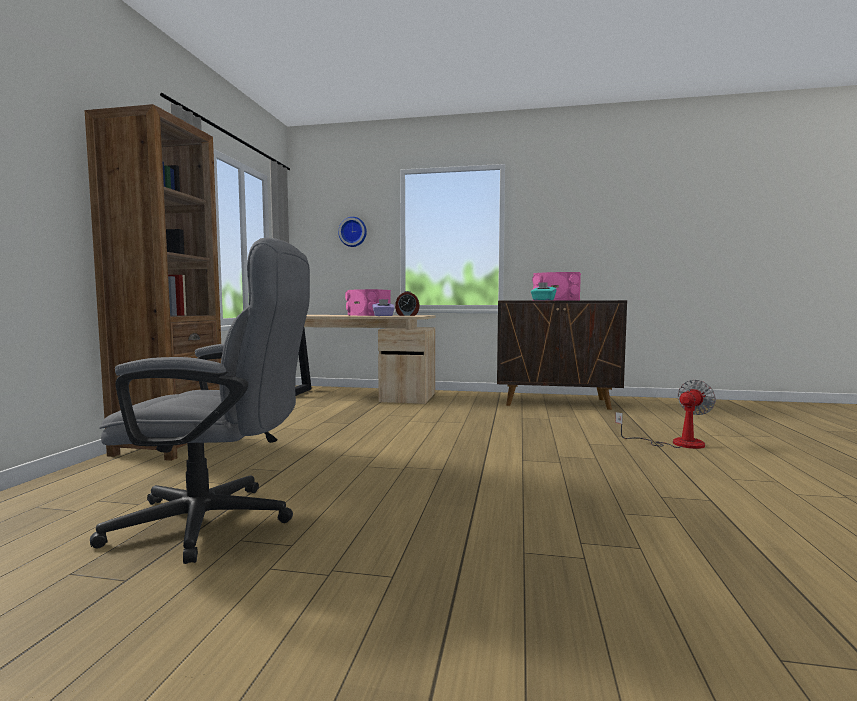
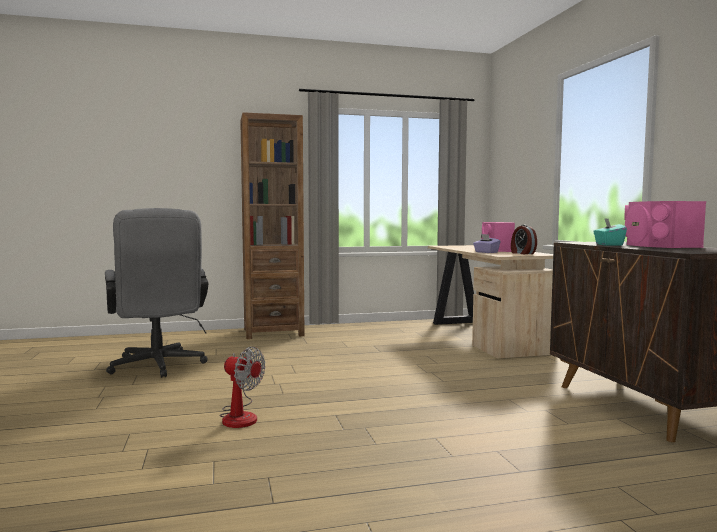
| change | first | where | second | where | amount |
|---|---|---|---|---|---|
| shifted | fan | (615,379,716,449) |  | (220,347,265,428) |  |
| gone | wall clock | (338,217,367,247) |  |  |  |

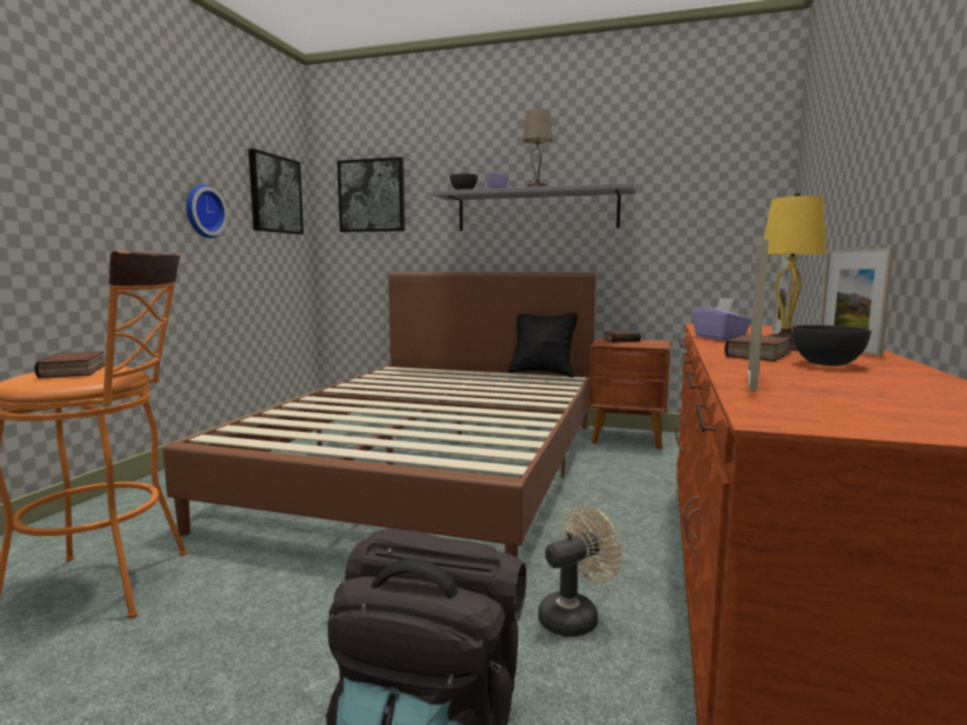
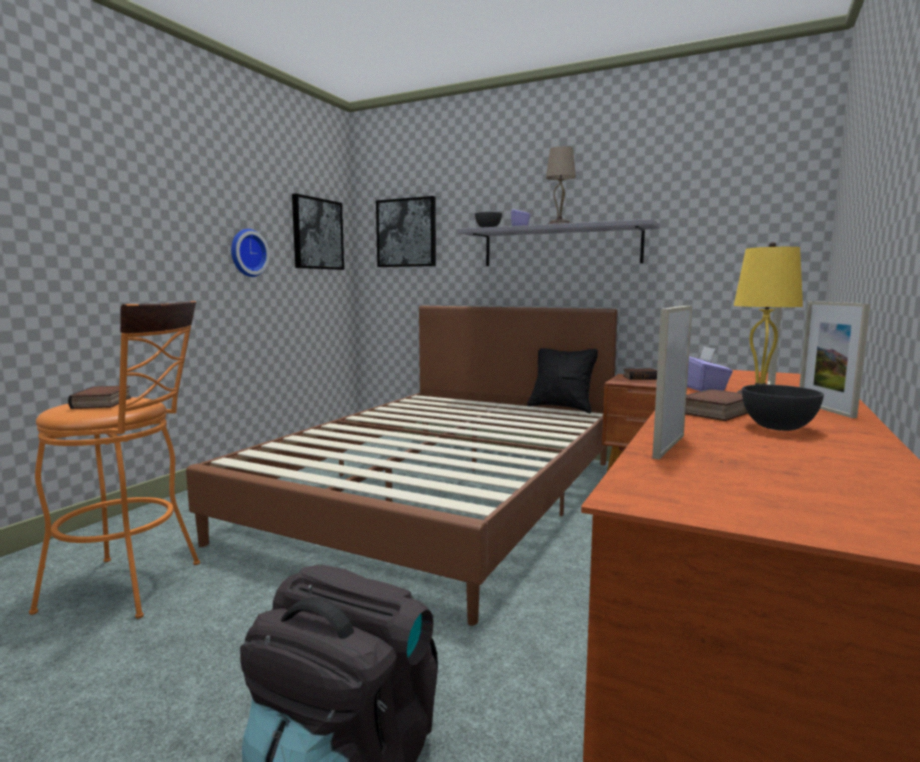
| change | first | where | second | where | amount |
|---|---|---|---|---|---|
| gone | beige fan | (538,506,622,637) |  |  |  |

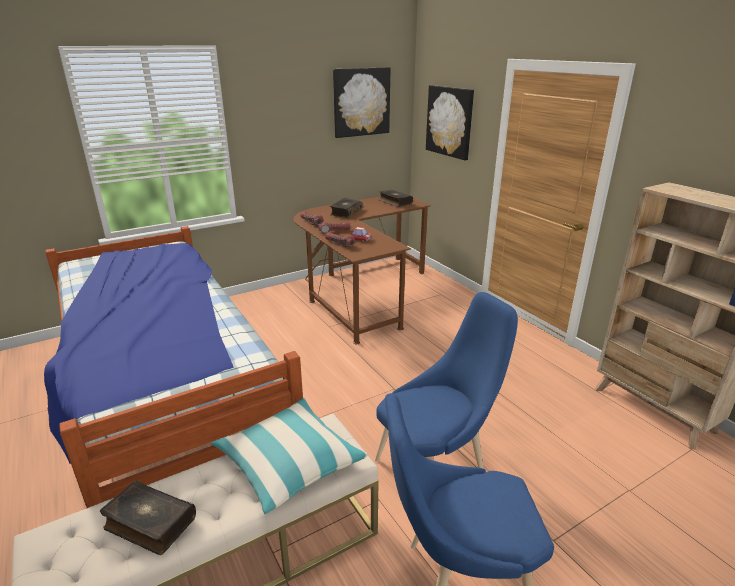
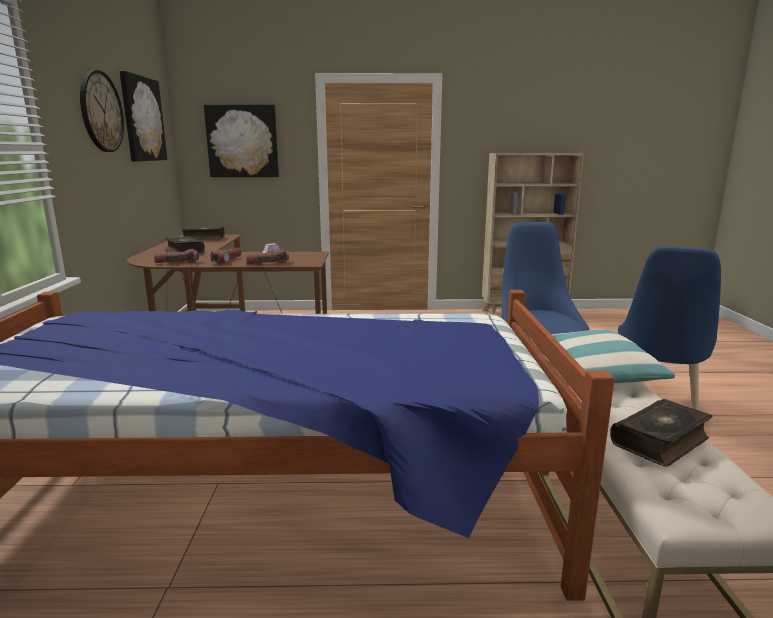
| change | first | where | second | where | amount |
|---|---|---|---|---|---|
| new |  |  | wall clock | (80,70,124,152) |  |

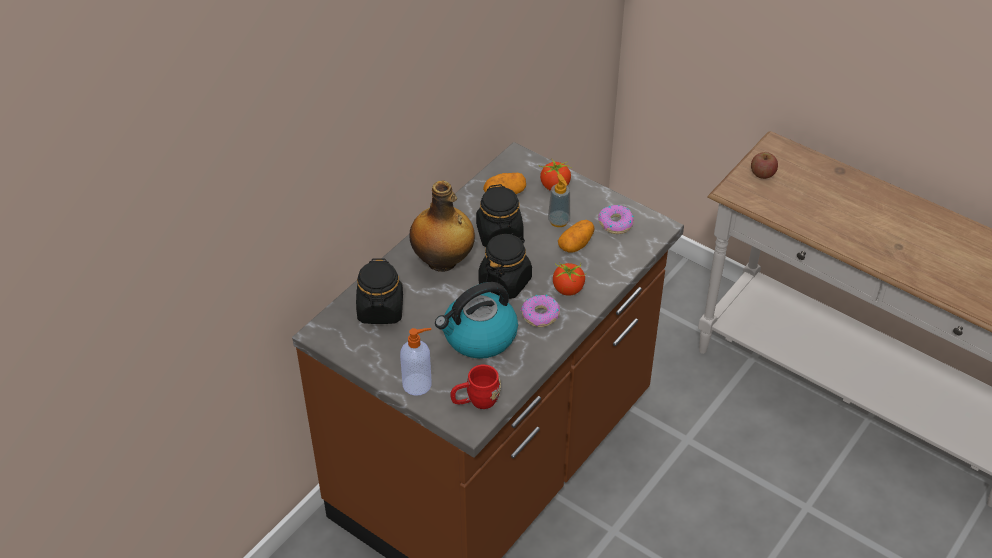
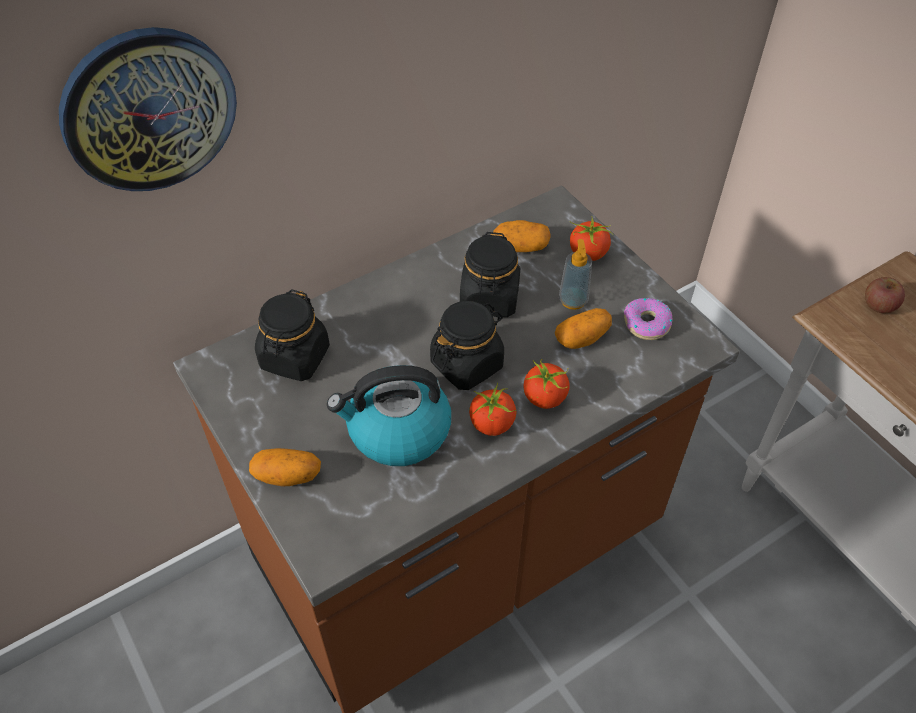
| change | first | where | second | where | amount |
|---|---|---|---|---|---|
| new |  |  | wall clock | (59,27,237,191) |  |
| swapped | soap dispenser | (400,328,432,396) | potato | (249,448,321,487) |  |
| swapped | donut | (521,294,560,327) | tomato | (469,383,516,436) |  |
| gone | bottle | (409,180,475,272) |  |  |  |
| gone | red mug | (450,365,501,409) |  |  |  |

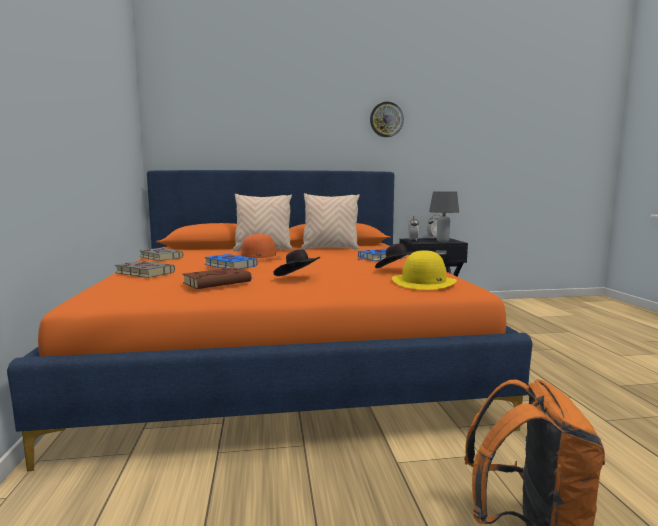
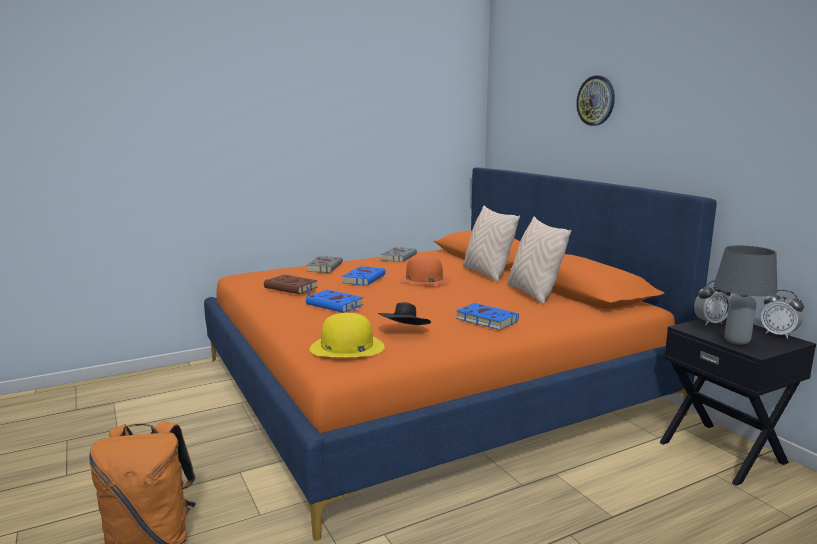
| change | first | where | second | where | amount |
|---|---|---|---|---|---|
| swapped | black hat | (273,249,320,276) | blue book | (306,290,363,313) |  |
| shifted | wall clock | (370,102,404,137) |  | (576,75,615,126) |  |

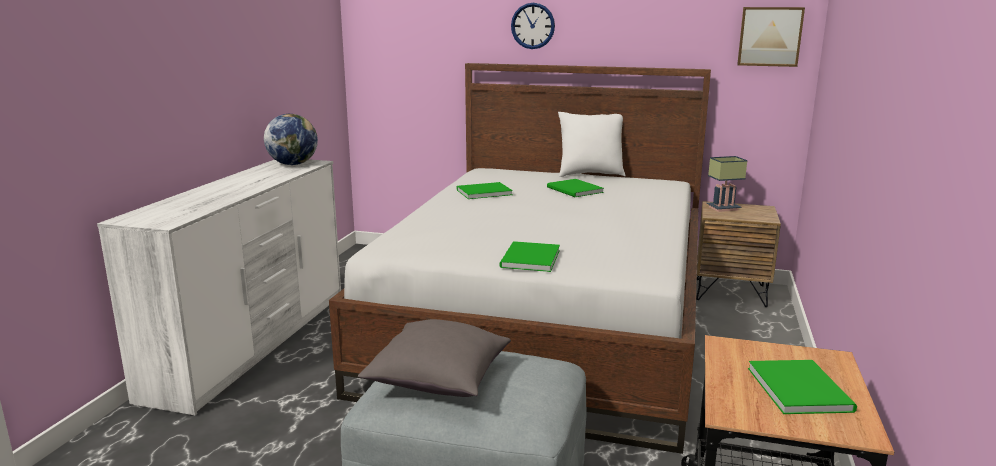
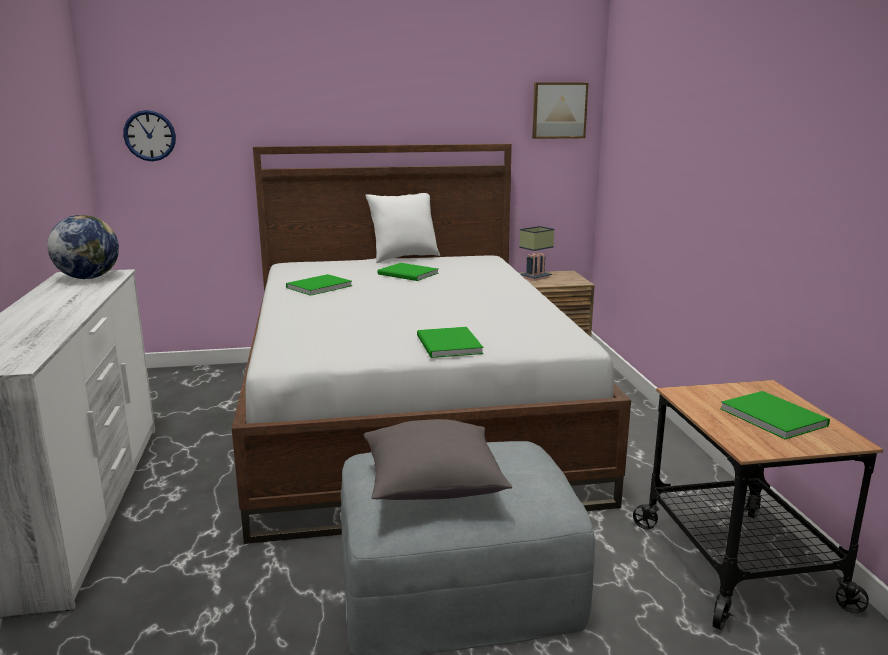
| change | first | where | second | where | amount |
|---|---|---|---|---|---|
| shifted | wall clock | (511,3,555,49) |  | (123,110,176,161) |  |

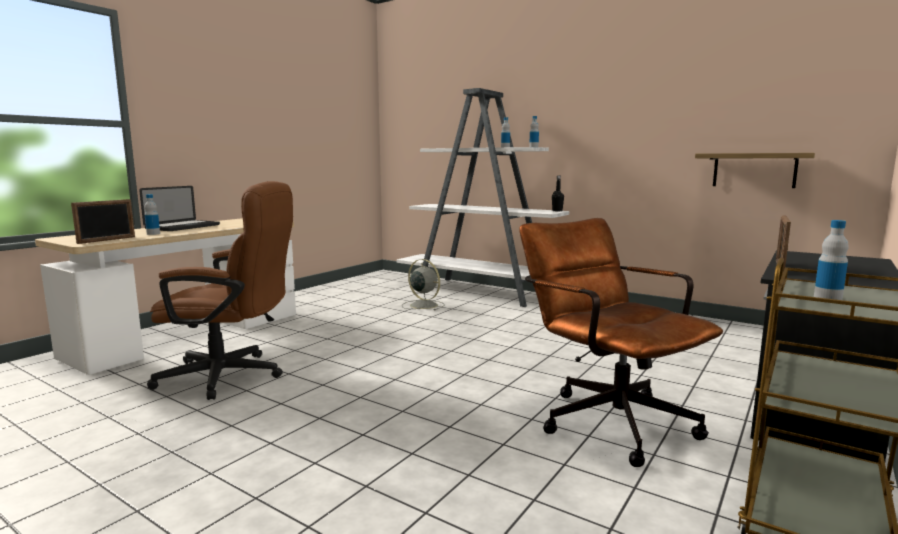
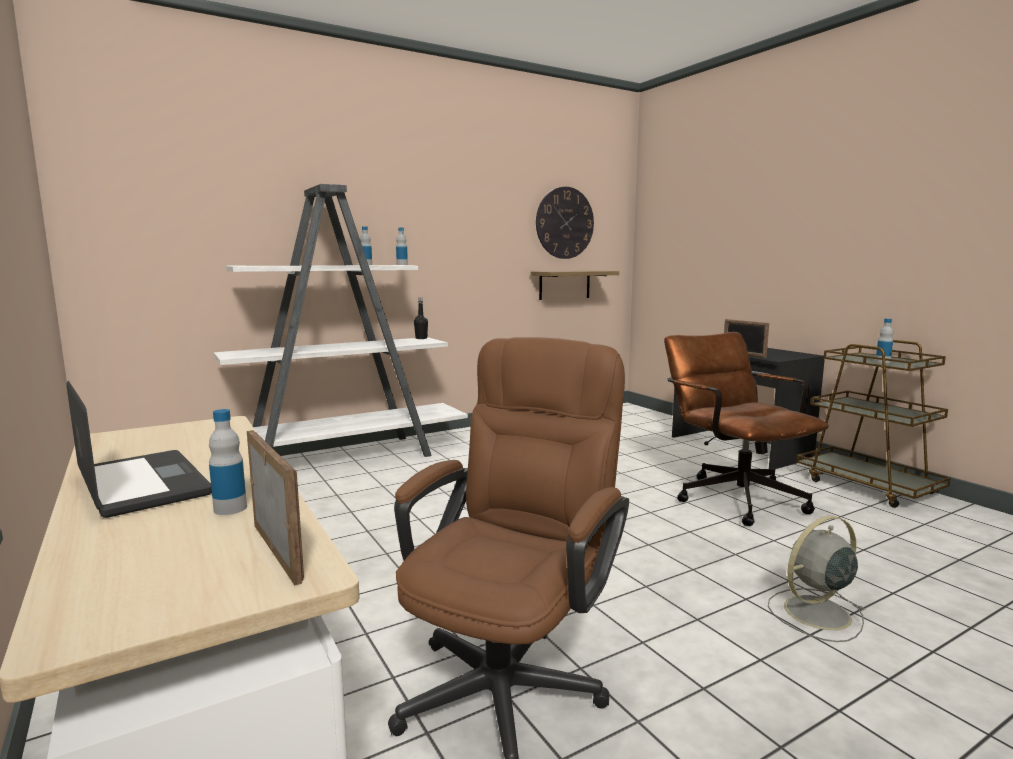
| change | first | where | second | where | amount |
|---|---|---|---|---|---|
| new |  |  | wall clock | (536,187,594,259) |  |
| rotated | brown office chair | (519,218,723,467) |  | (664,332,829,526) | 75 degrees clockwise |
| shifted | grey fan | (402,259,445,311) |  | (768,516,866,642) |  |

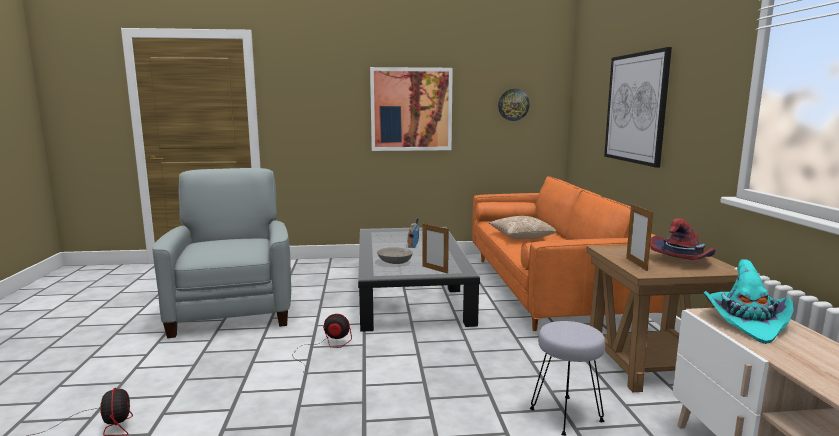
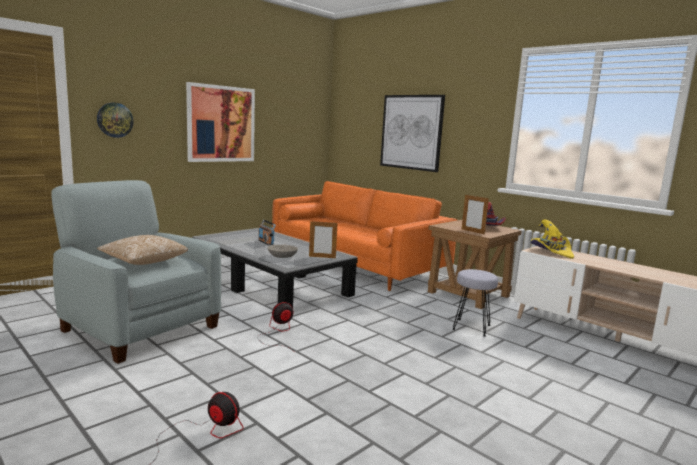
| change | first | where | second | where | amount |
|---|---|---|---|---|---|
| shifted | wall clock | (498,89,530,121) |  | (97,103,134,138) |  |
| shifted | pillow | (489,216,557,239) |  | (97,235,188,265) |  |
| repainted | turquoise hat | (703,259,794,344) | yellow hat | (530,220,574,259) |  |

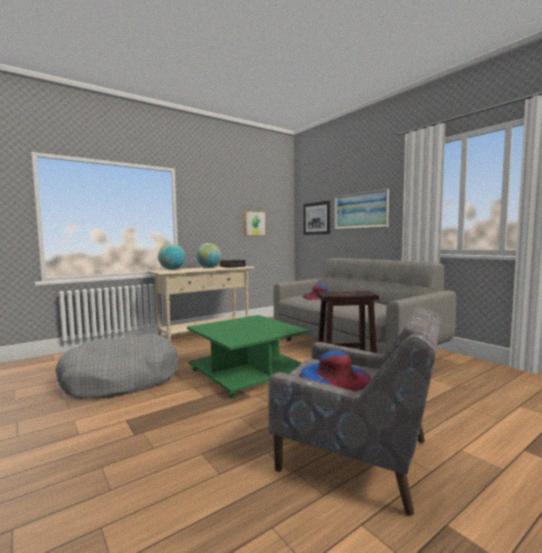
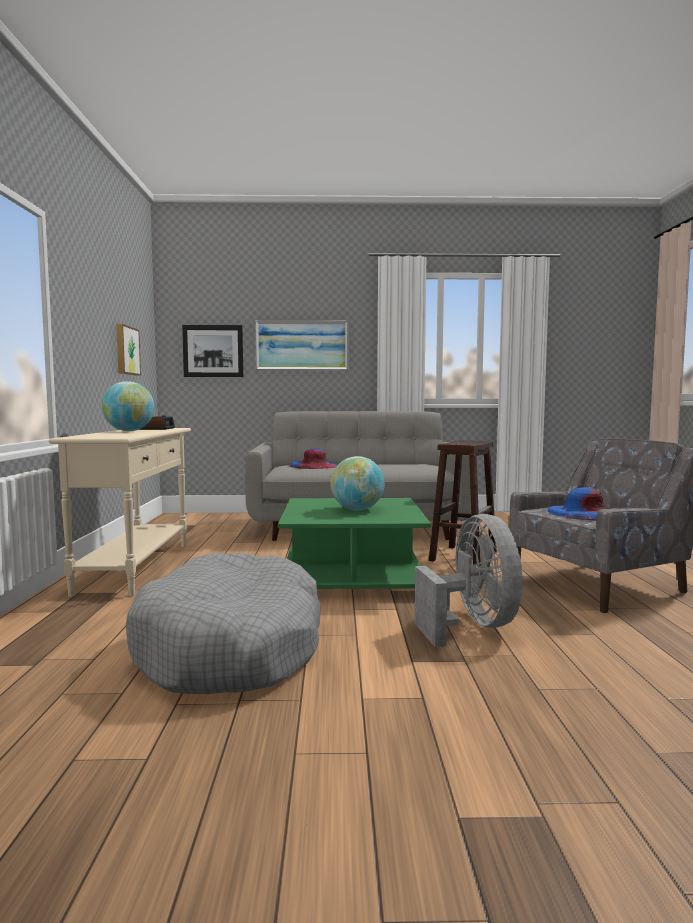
| change | first | where | second | where | amount |
|---|---|---|---|---|---|
| shifted | globe | (158,243,185,270) |  | (330,456,385,510) |  |
| new |  |  | grey fan | (415,514,523,647) |  |

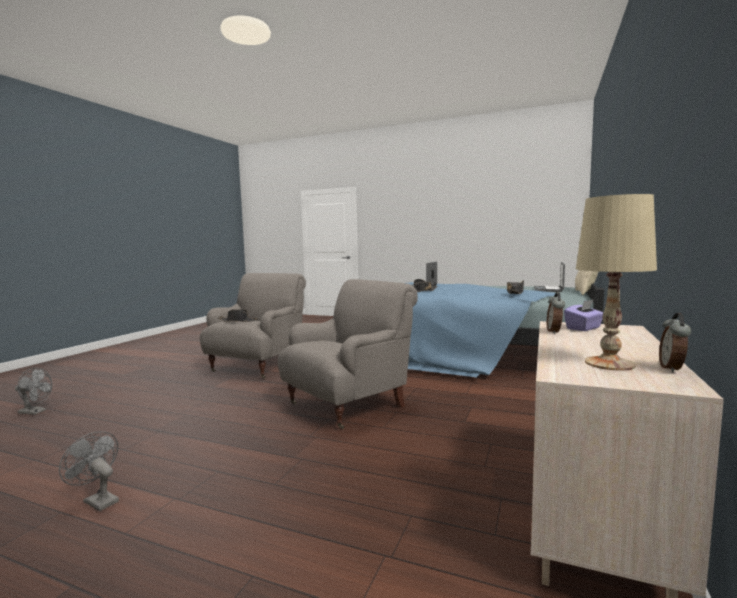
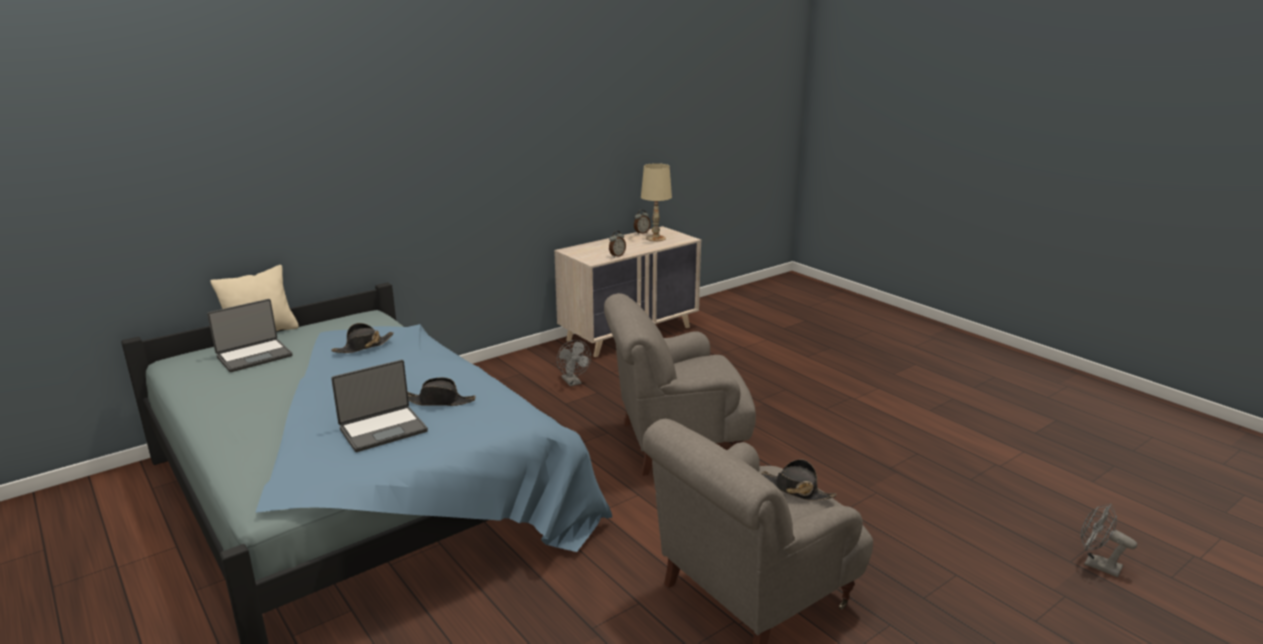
| change | first | where | second | where | amount |
|---|---|---|---|---|---|
| shifted | grey fan | (59,431,119,511) |  | (557,340,591,386) |  |
| gone | purple tissue box | (564,300,604,331) |  |  |  |

